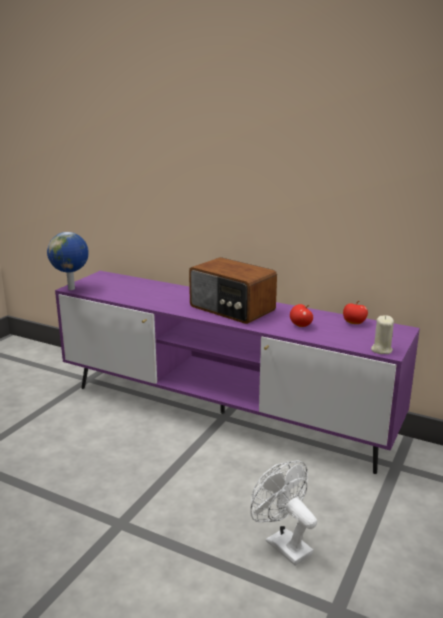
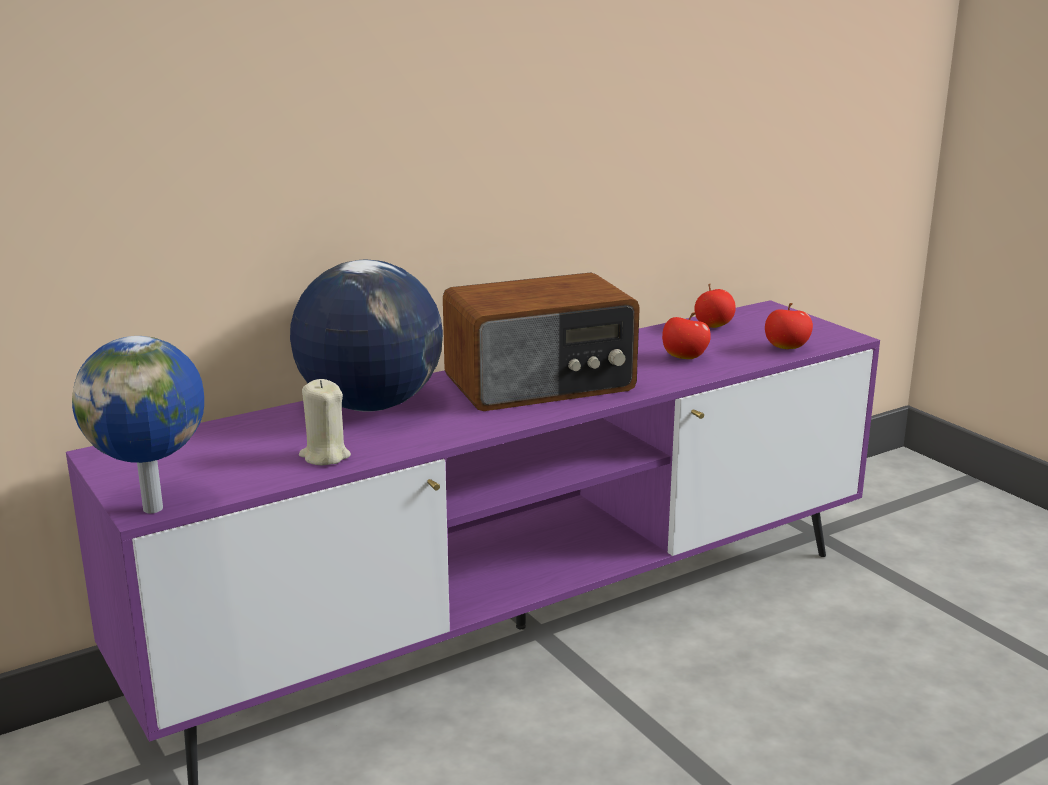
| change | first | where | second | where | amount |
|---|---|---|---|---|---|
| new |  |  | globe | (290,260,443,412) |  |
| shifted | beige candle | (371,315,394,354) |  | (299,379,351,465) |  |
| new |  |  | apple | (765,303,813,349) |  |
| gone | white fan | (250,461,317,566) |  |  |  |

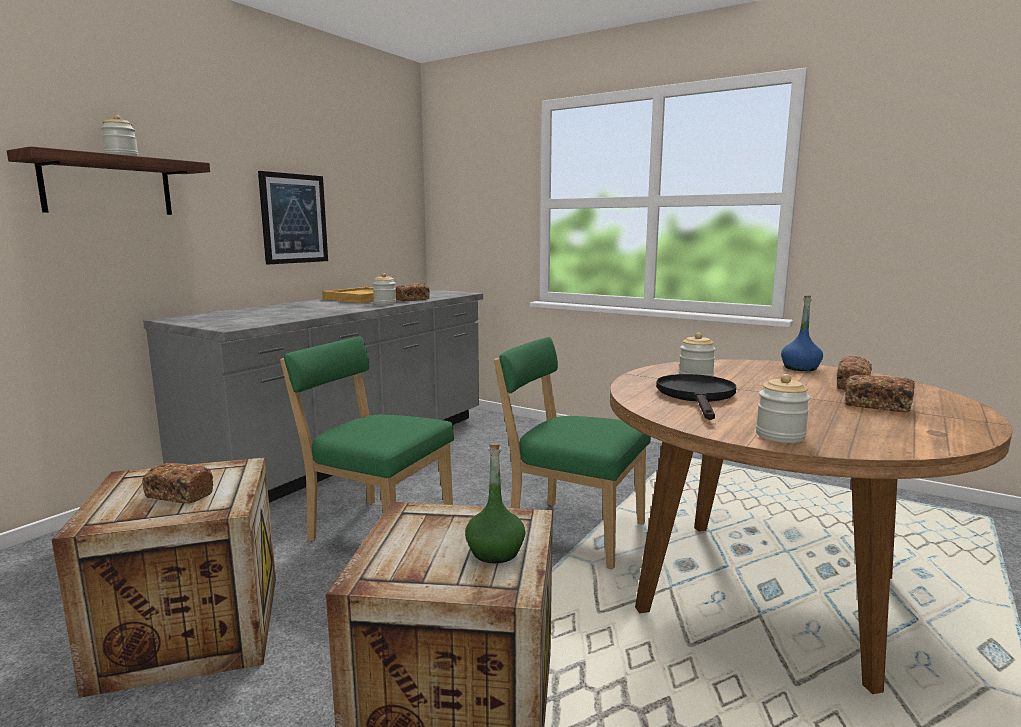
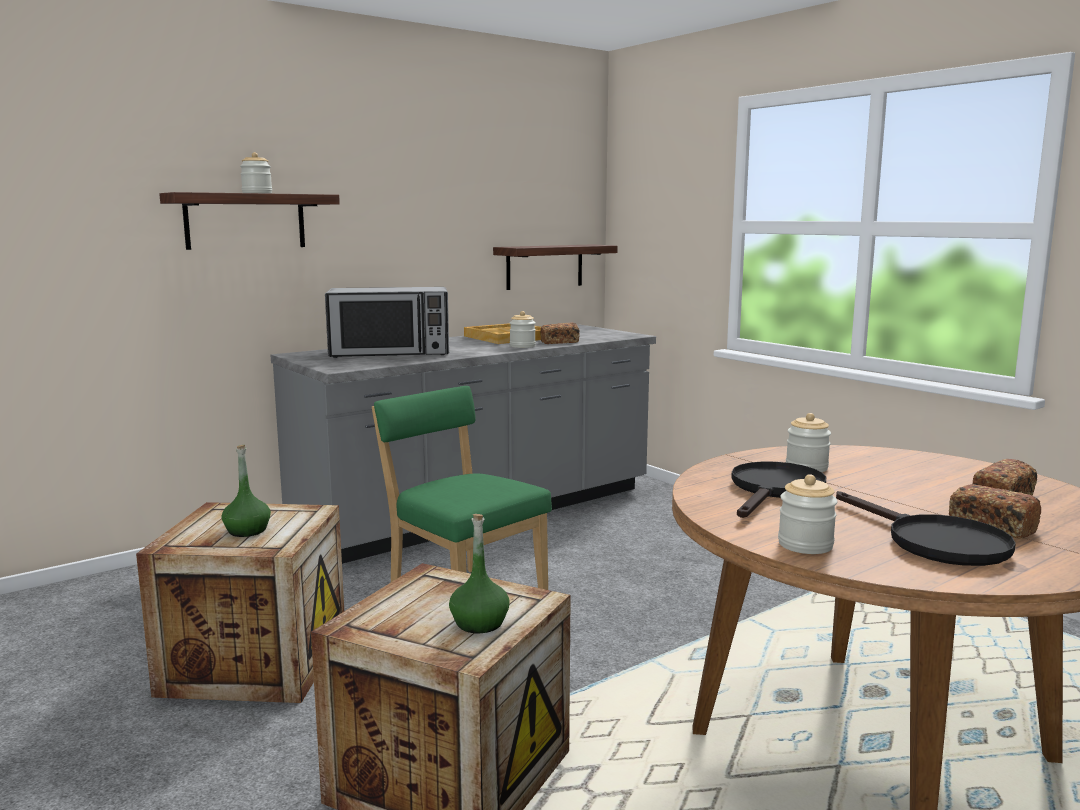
| change | first | where | second | where | amount |
|---|---|---|---|---|---|
| swapped | bread | (142,463,213,504) | green bottle | (221,445,271,537) |  |
| new |  |  | microwave | (325,287,449,358) |  |
| new |  |  | shelf | (493,244,618,290) |  |
| new |  |  | black frying pan | (836,491,1016,566) |  |
| gone | picture | (258,171,328,264) |  |  |  |
| gone | green chair | (494,337,651,570) |  |  |  |
| gone | blue bottle | (781,296,823,371) |  |  |  |

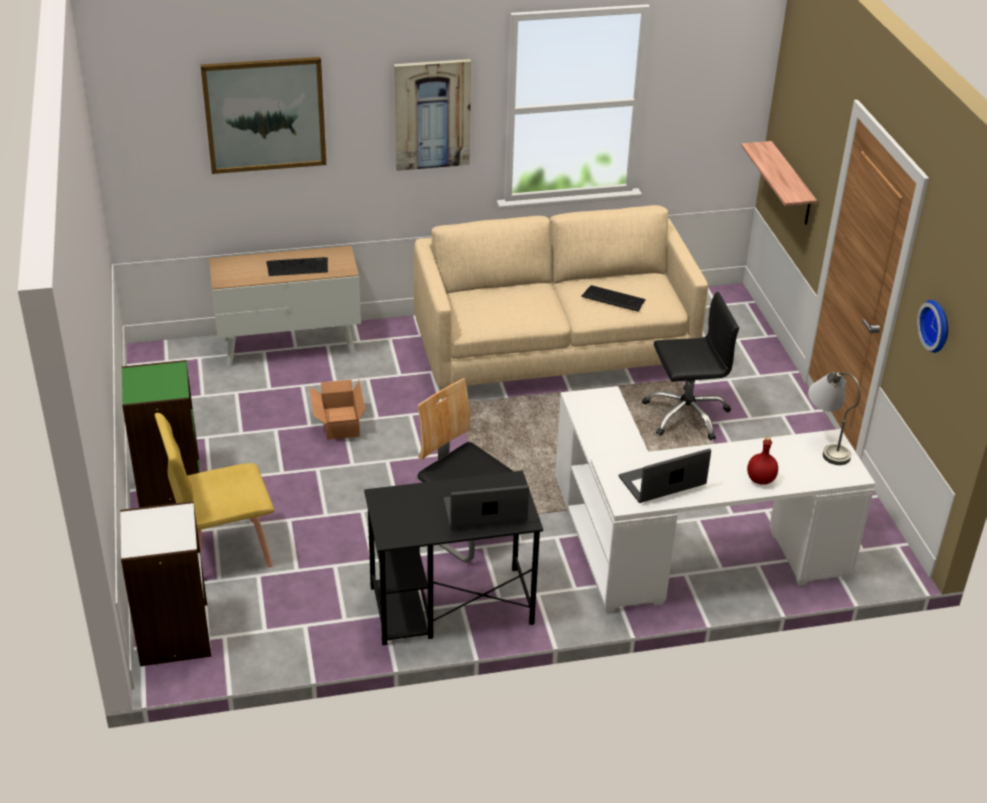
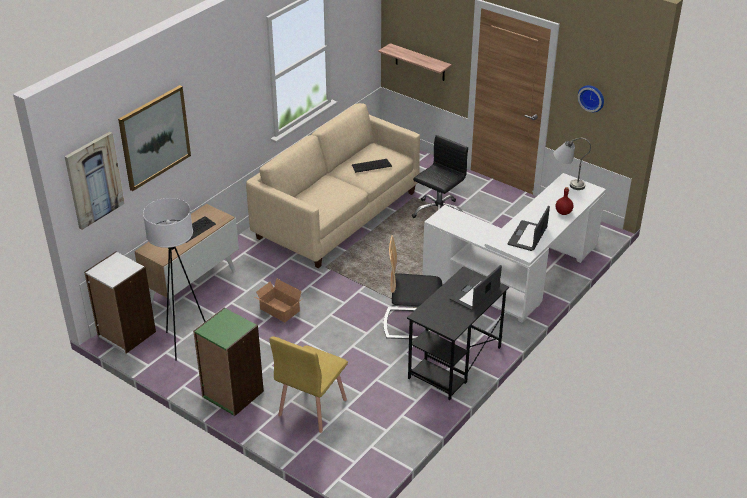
| change | first | where | second | where | amount |
|---|---|---|---|---|---|
| shifted | picture | (394,59,471,171) |  | (64,132,124,230) |  |
| shifted | white bookcase | (120,501,211,666) |  | (84,251,156,354) |  |
| new |  |  | white floor lamp | (143,198,206,361) |  |

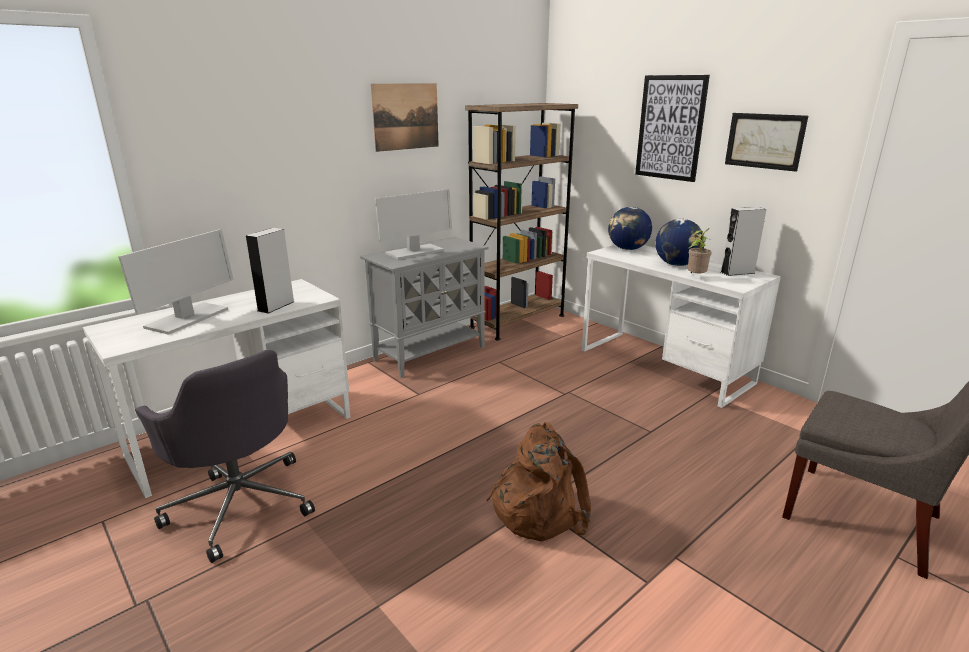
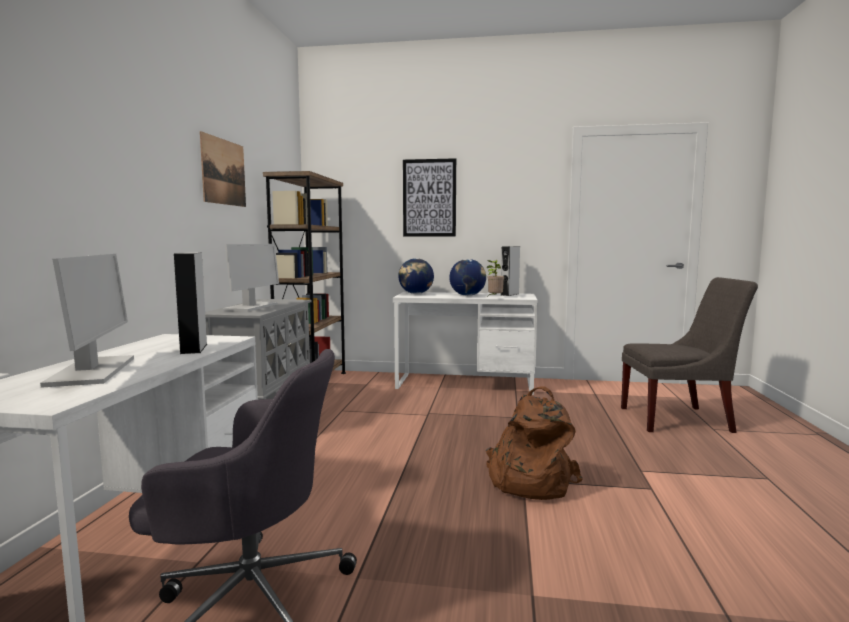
| change | first | where | second | where | amount |
|---|---|---|---|---|---|
| gone | picture | (725,113,808,172) |  |  |  |

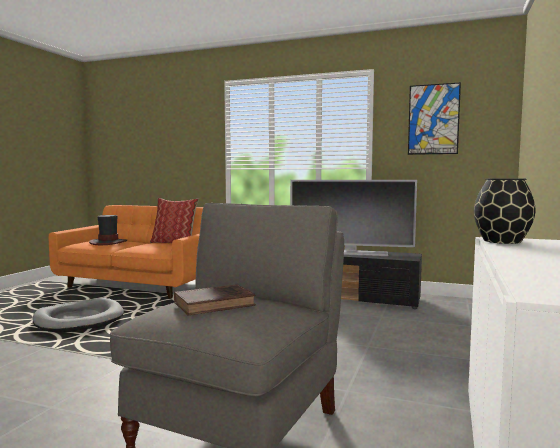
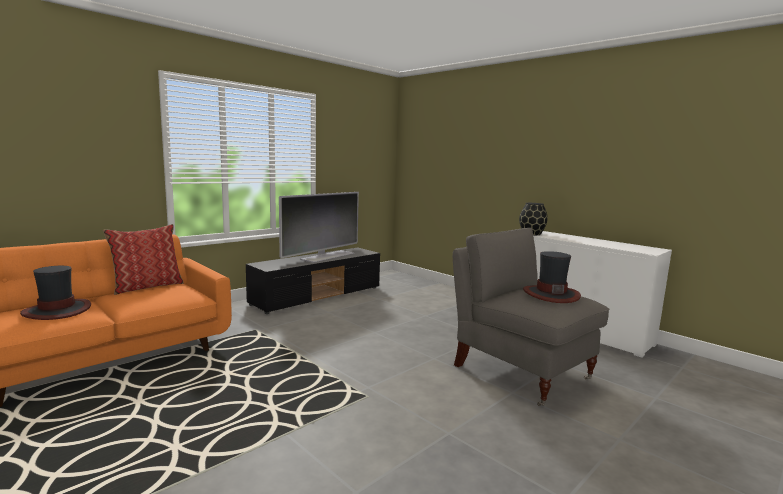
| change | first | where | second | where | amount |
|---|---|---|---|---|---|
| swapped | brown book | (174,284,256,315) | hat | (523,251,581,303) |  |
| gone | grey dog bed | (33,298,124,332) |  |  |  |
| gone | picture | (408,82,461,155) |  |  |  |

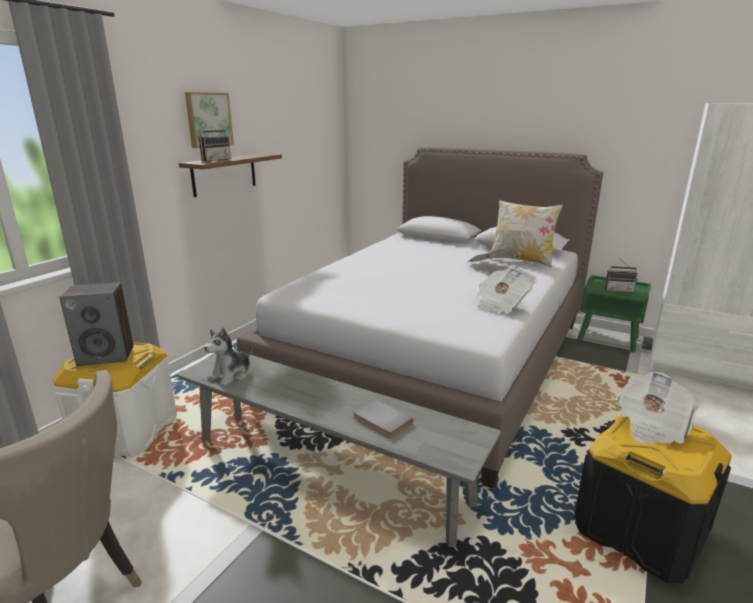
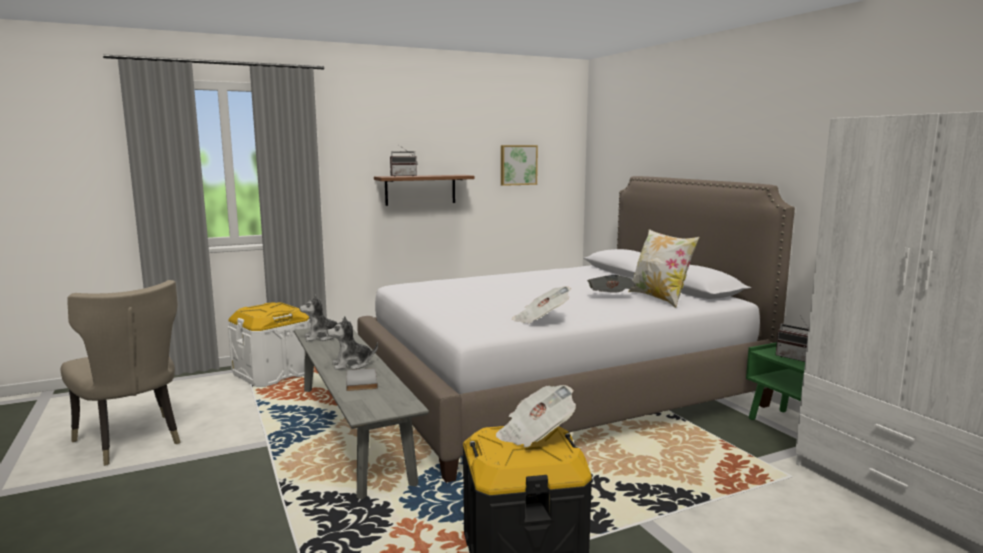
| change | first | where | second | where | amount |
|---|---|---|---|---|---|
| new |  |  | plush toy | (327,317,378,370) |  |
| shifted | picture | (185,92,234,148) |  | (501,145,538,186) |  |
| gone | speaker | (59,282,134,366) |  |  |  |

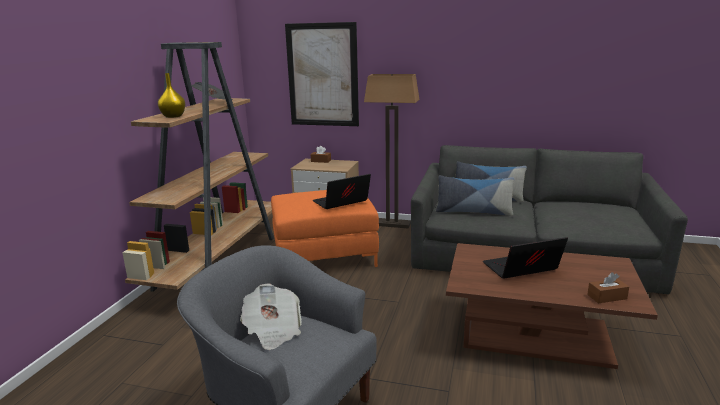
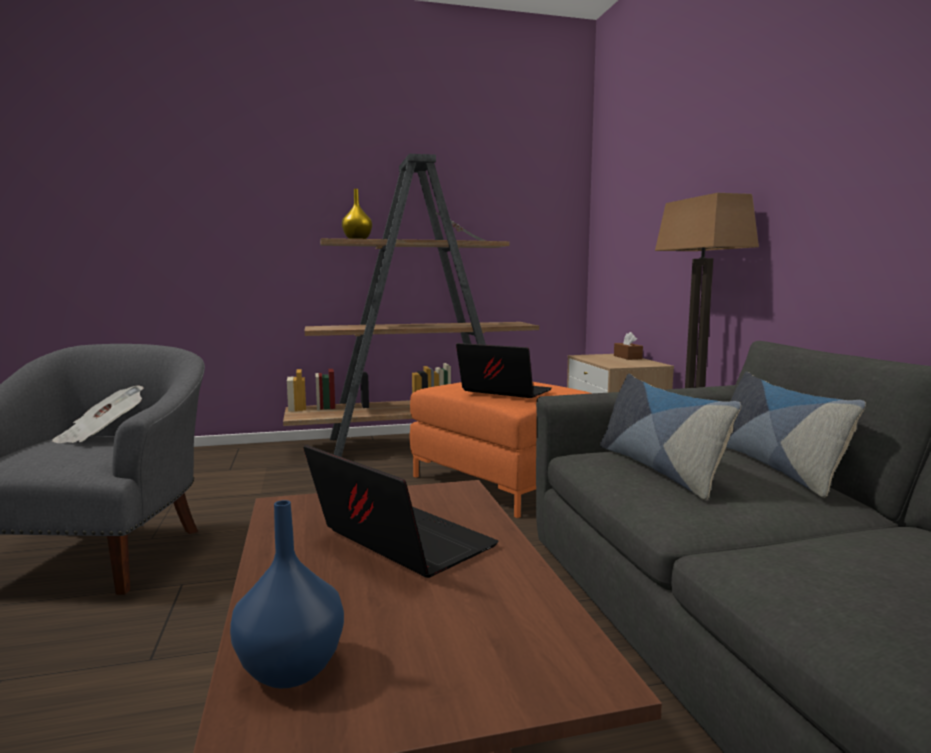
| change | first | where | second | where | amount |
|---|---|---|---|---|---|
| swapped | brown tissue box | (587,272,629,303) | blue vase | (230,500,344,689) |  |
| gone | picture | (285,22,359,126) |  |  |  |

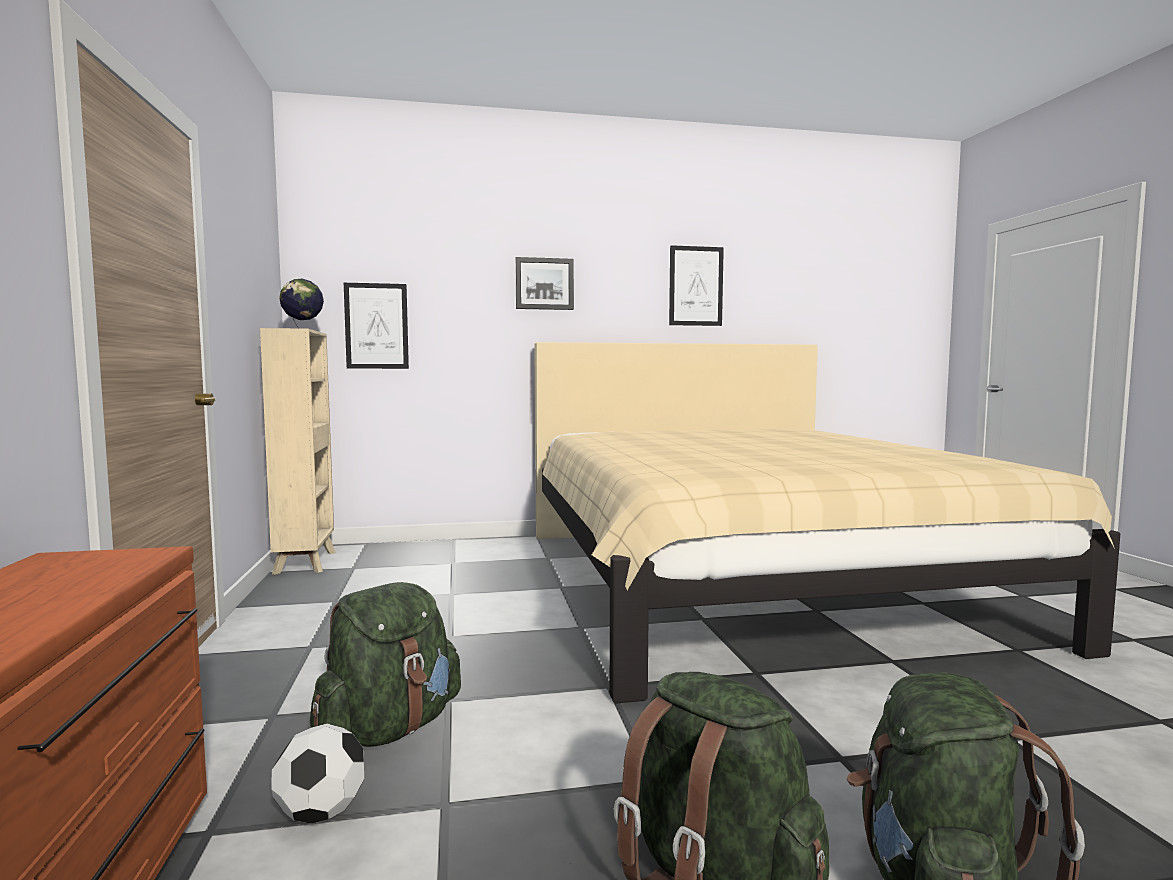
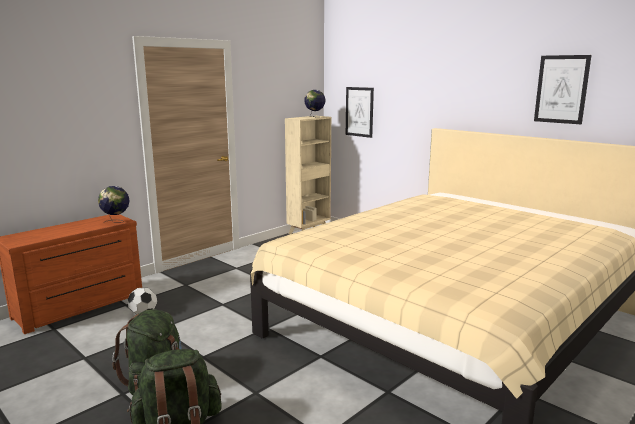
| change | first | where | second | where | amount |
|---|---|---|---|---|---|
| new |  |  | globe | (98,186,129,223) |  |
| gone | green backpack | (310,582,461,747) |  |  |  |
| gone | picture | (515,257,574,310) |  |  |  |

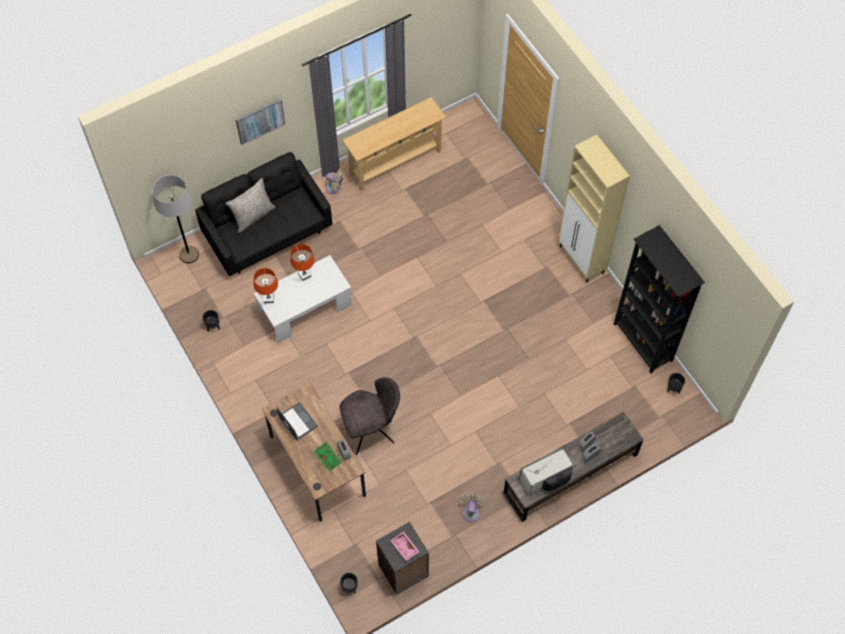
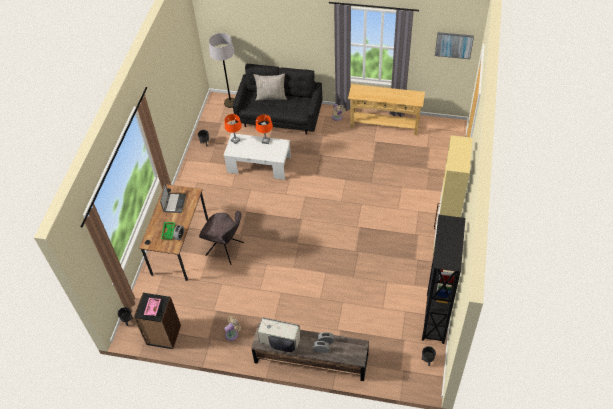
| change | first | where | second | where | amount |
|---|---|---|---|---|---|
| shifted | picture | (236,99,285,145) |  | (435,32,474,59) |  |

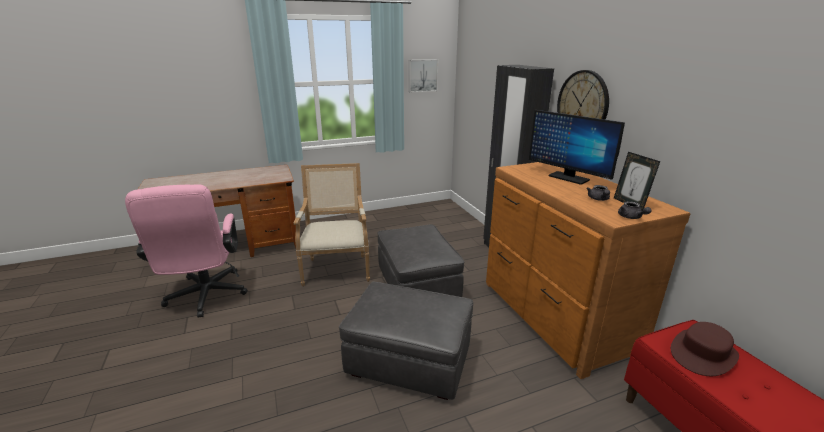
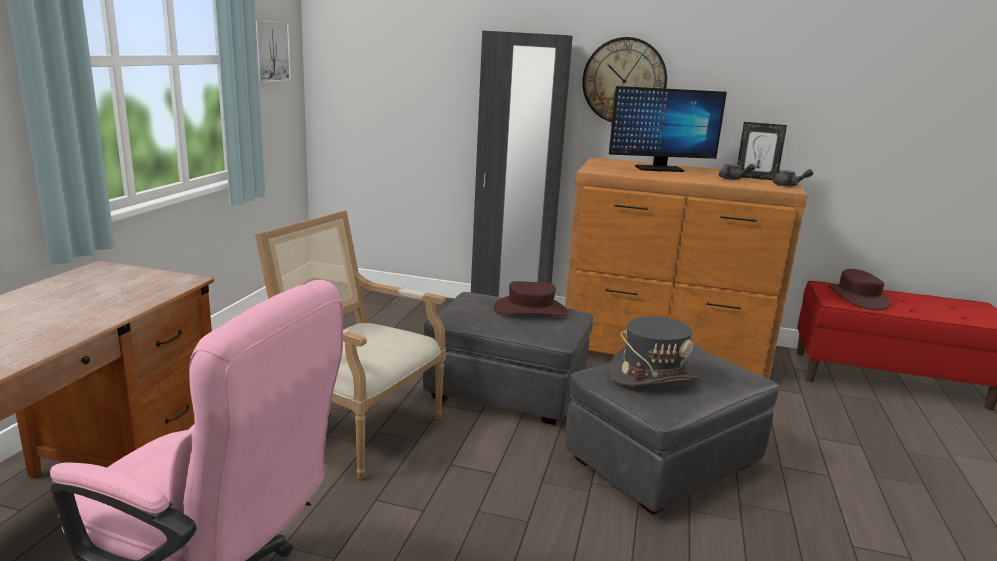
| change | first | where | second | where | amount |
|---|---|---|---|---|---|
| new |  |  | brown hat | (493,281,568,316) |  |
| new |  |  | grey hat | (609,316,698,386) |  |

